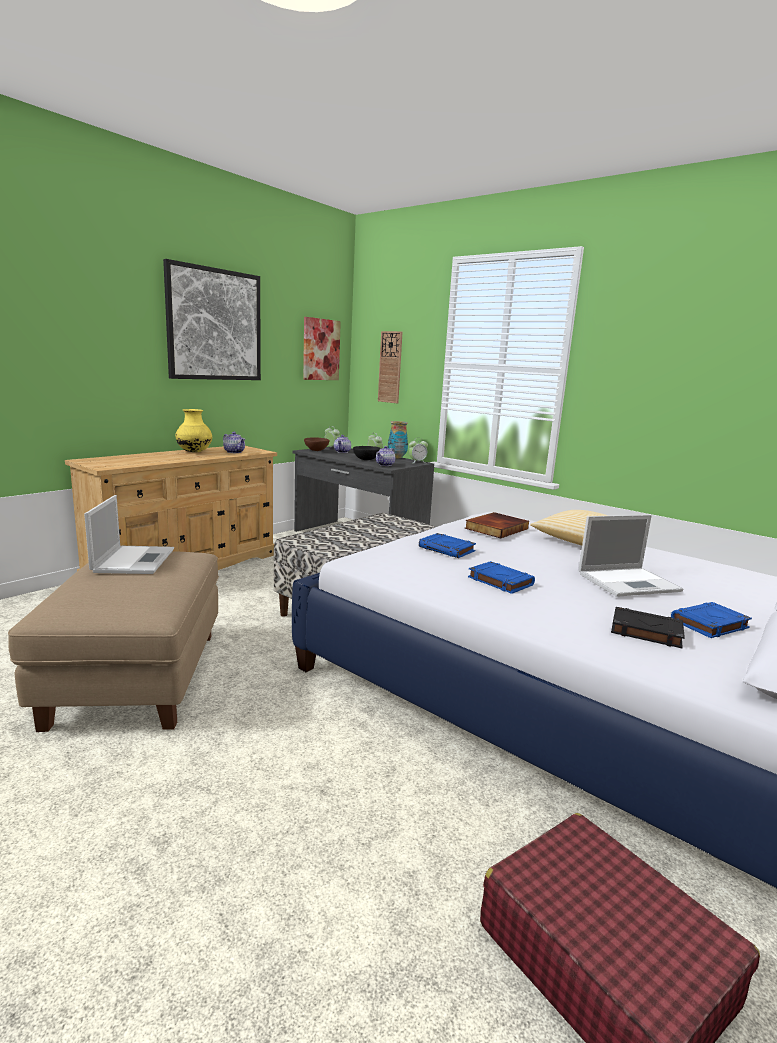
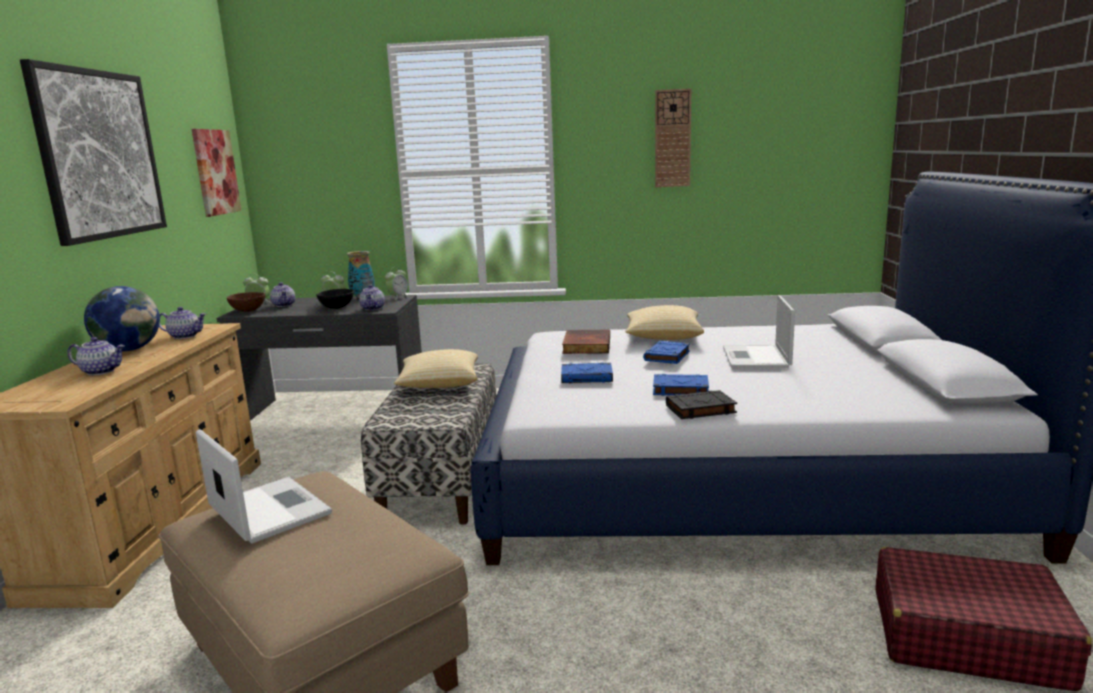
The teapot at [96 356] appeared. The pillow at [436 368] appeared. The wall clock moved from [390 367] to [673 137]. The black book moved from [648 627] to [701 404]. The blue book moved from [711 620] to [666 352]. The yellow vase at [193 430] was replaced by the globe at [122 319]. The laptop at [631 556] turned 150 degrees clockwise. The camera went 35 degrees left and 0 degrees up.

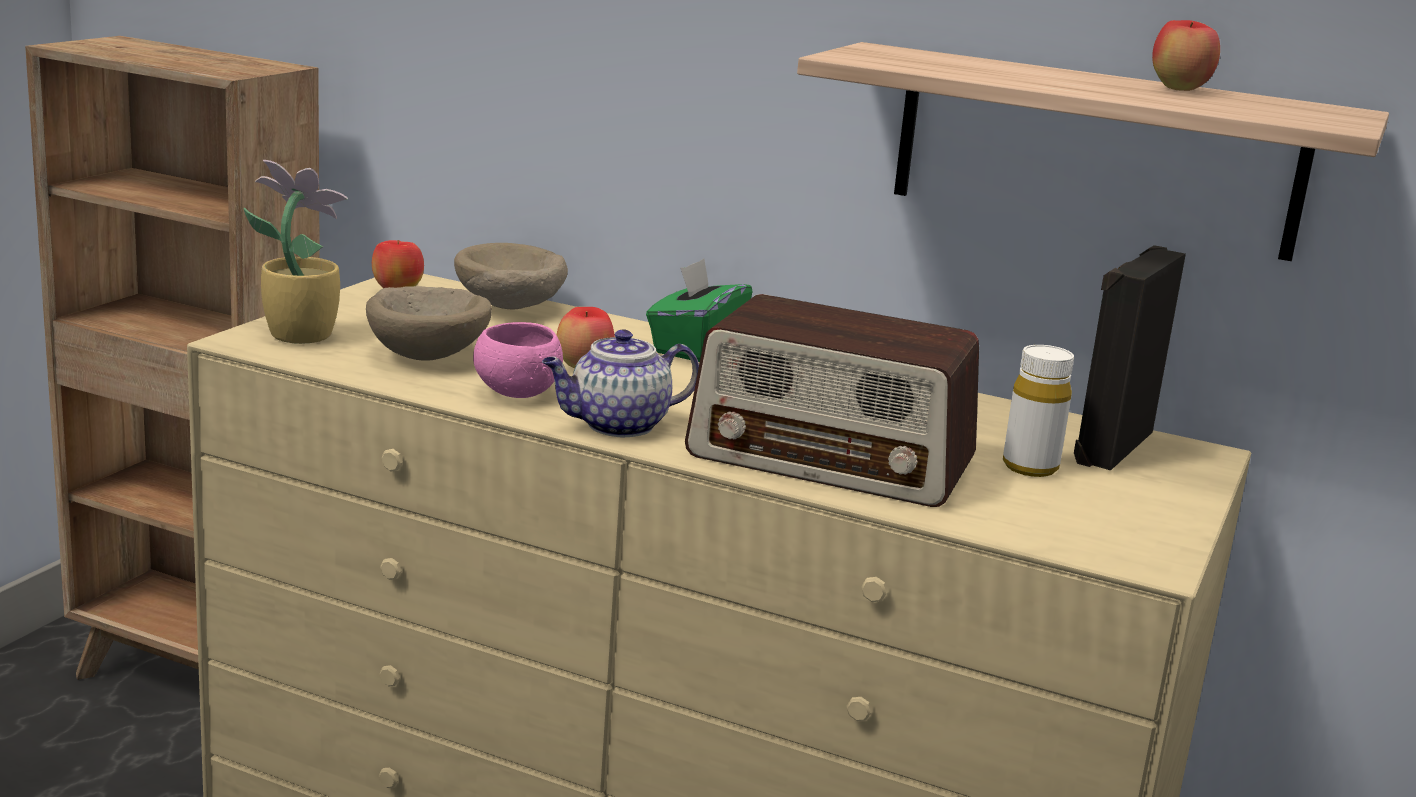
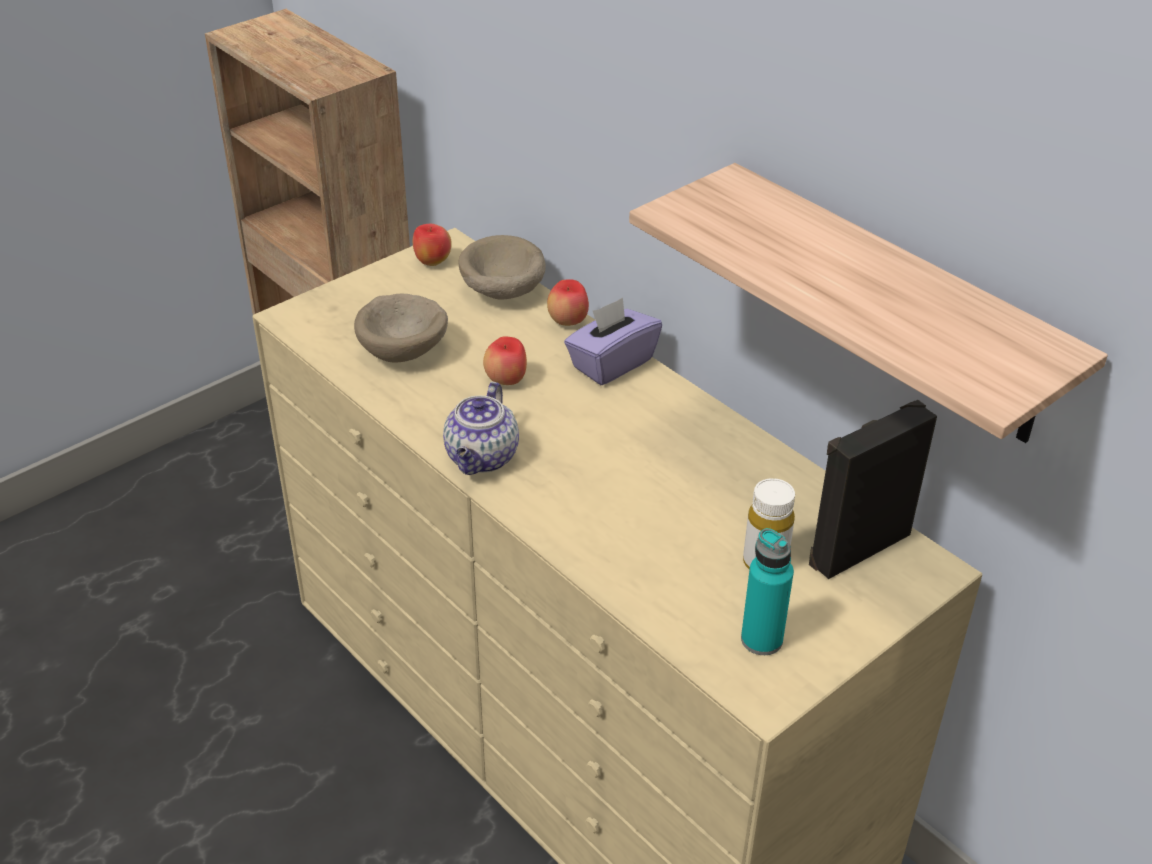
The potted plant at [295 252] disappeared. The pink bowl at [518 360] disappeared. The radio at [832 400] disappeared. The turquoise bottle at [767 591] appeared. The apple moved from [1186 55] to [568 303]. The green tissue box at [699 310] became the purple tissue box at [613 341]. The teapot at [620 383] turned 75 degrees counterclockwise. The camera went 25 degrees right and 20 degrees up.

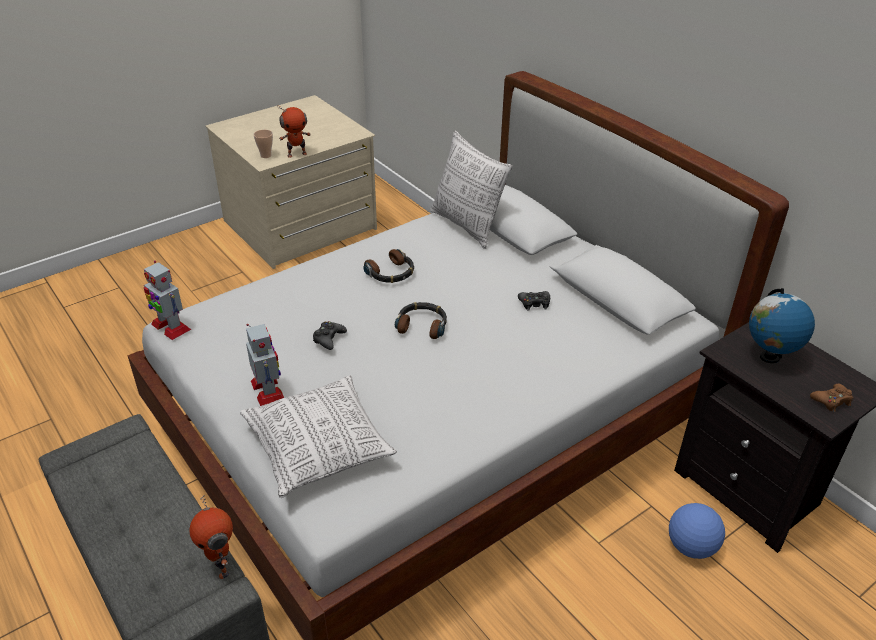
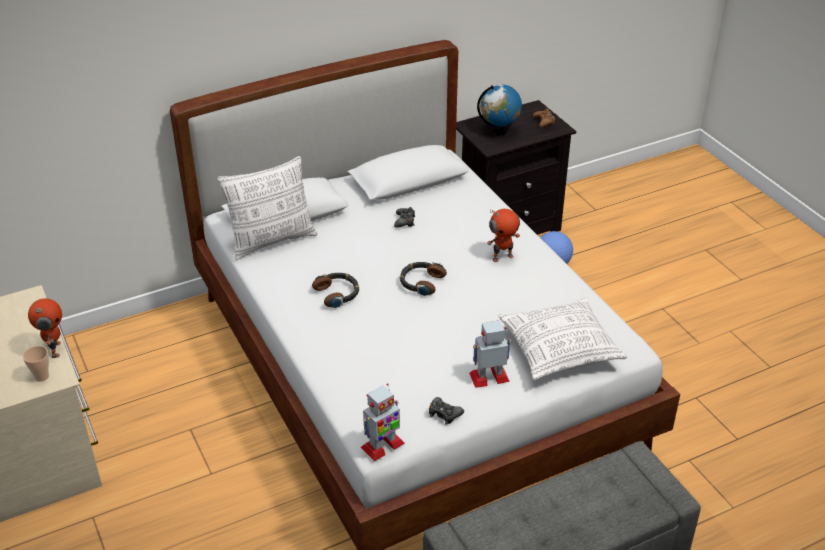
The toy robot moved from [211 537] to [503 235]. The black game controller moved from [330 335] to [446 411]. The camera went 80 degrees left and 0 degrees up.

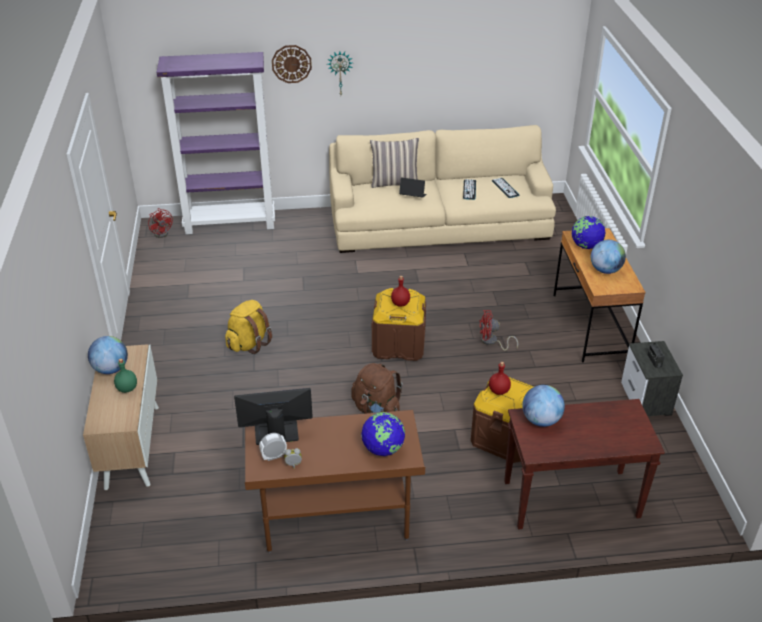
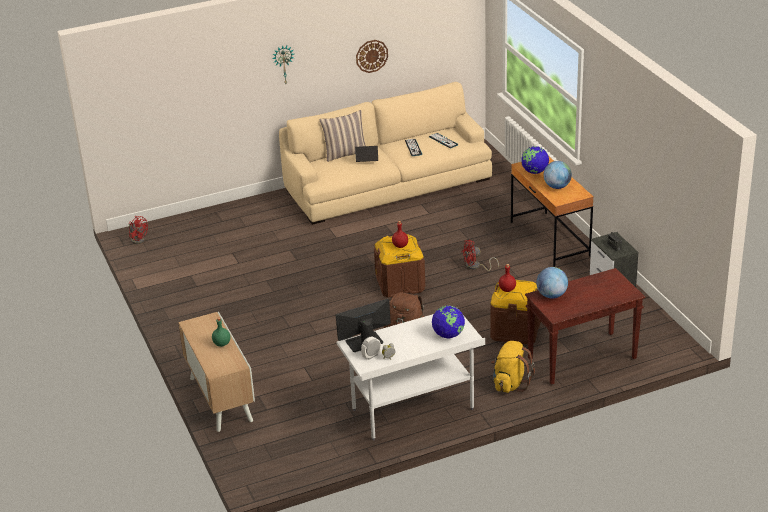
The globe at [108 355] disappeared. The purple bookcase at [216 143] disappeared. The yellow backpack moved from [248 327] to [513 367]. The wall clock moved from [292 64] to [372 56]. The brown desk at [335 481] became the white desk at [411 377]. The camera went 15 degrees left and 5 degrees down.

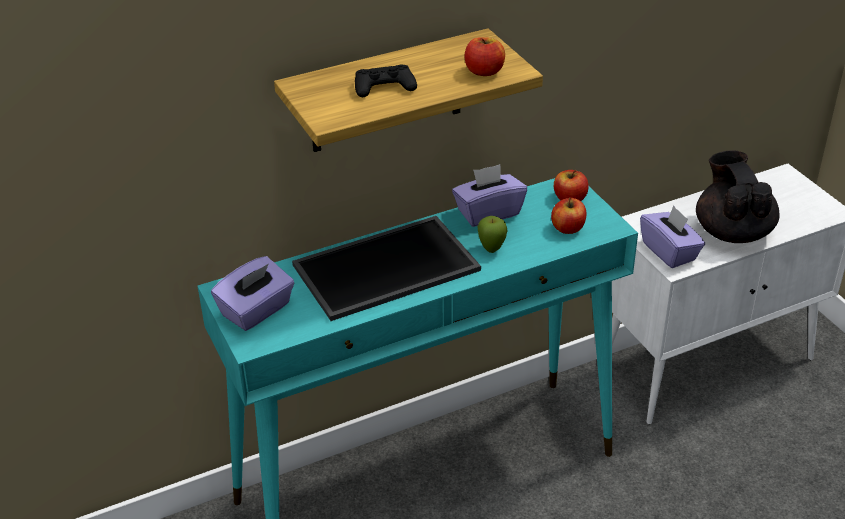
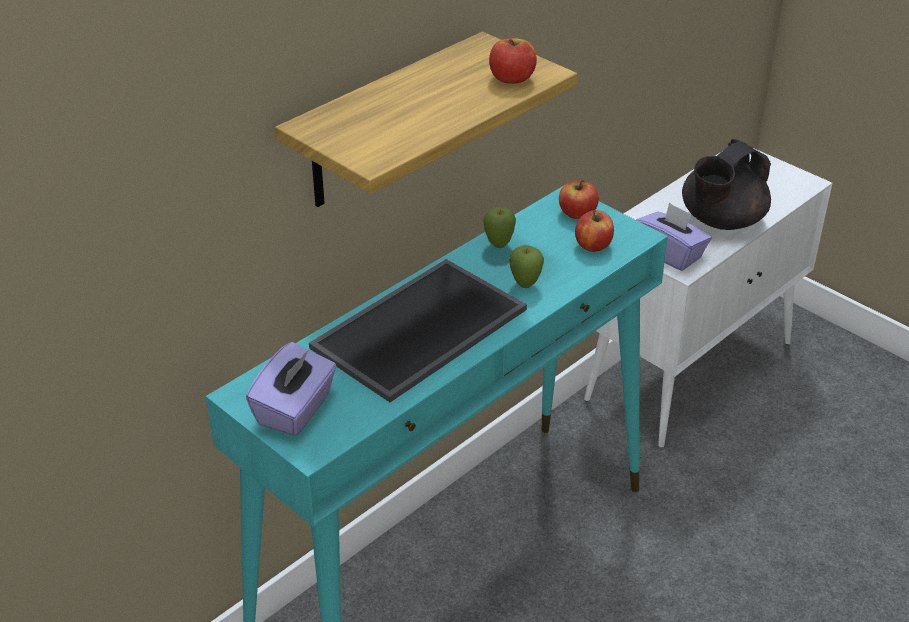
The black game controller at [386 80] disappeared. The purple tissue box at [489 195] was replaced by the apple at [500 227]. The black teapot at [738 196] turned 105 degrees counterclockwise. The camera went 20 degrees left and 0 degrees up.

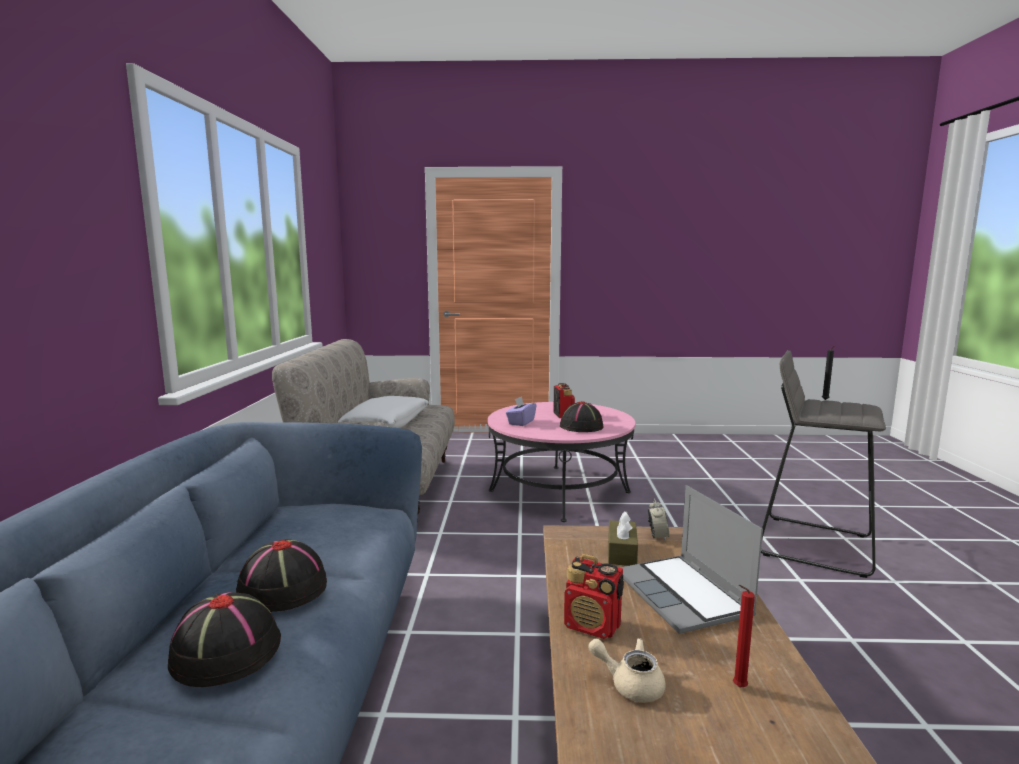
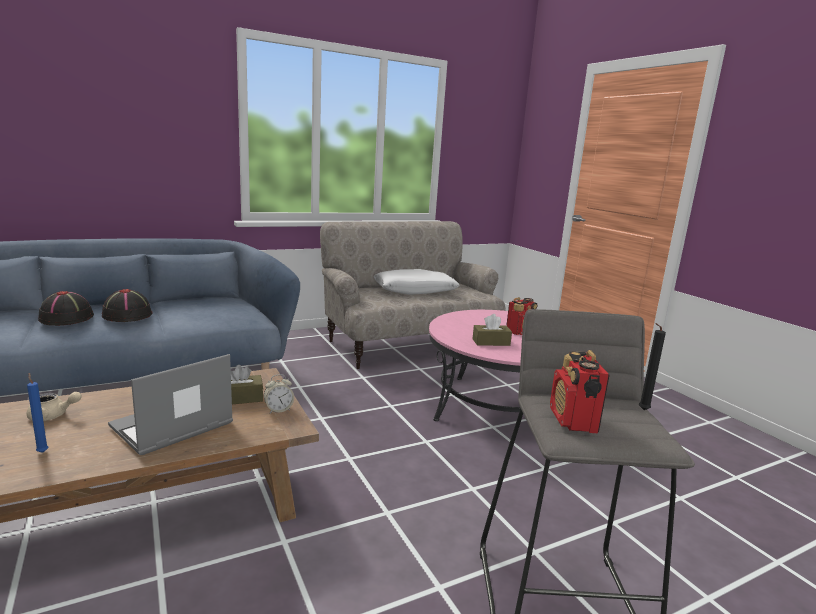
The purple tissue box at [521 411] disappeared. The radio moved from [594 596] to [580 391]. The black hat at [581 416] was replaced by the brown tissue box at [492 330]. The red candle at [744 636] became the blue candle at [37 413]. The beige teapot at [627 670] turned 90 degrees clockwise. The camera went 60 degrees right and 5 degrees up.

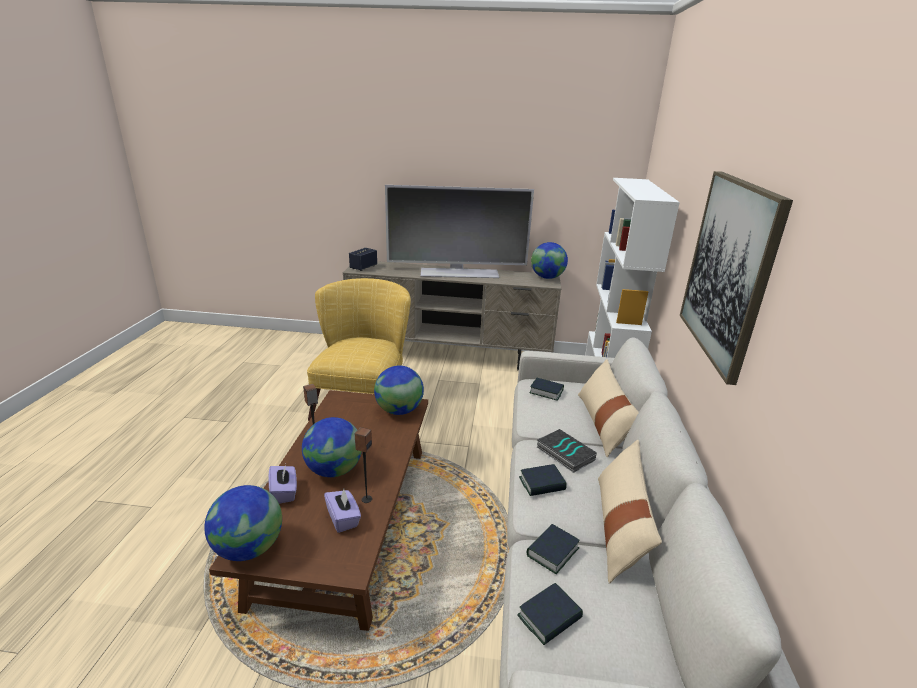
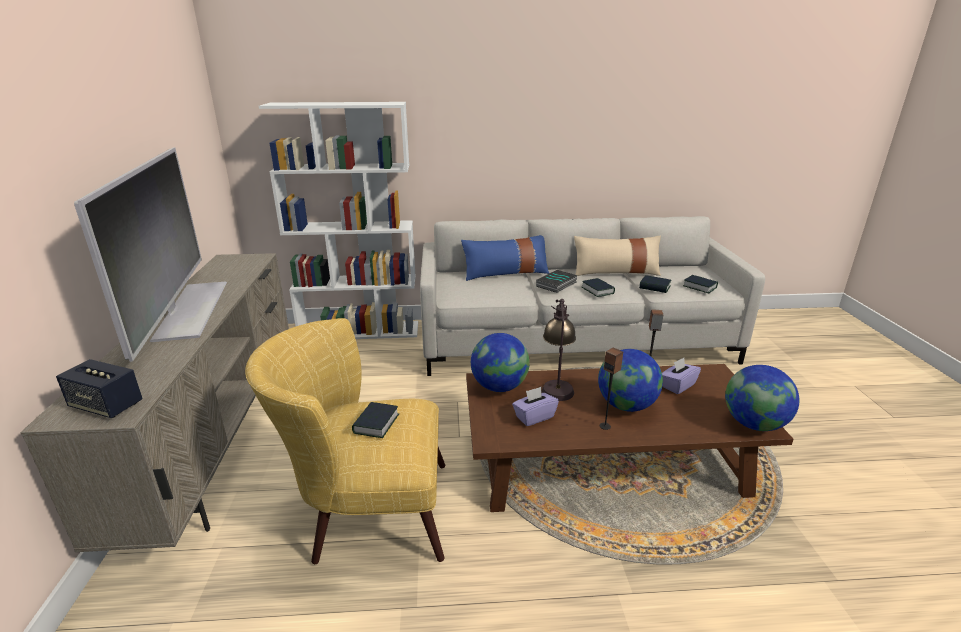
The globe at [549 260] disappeared. The picture at [736 278] disappeared. The table lamp at [559 350] appeared. The purple tissue box moved from [283 484] to [535 406]. The book moved from [546 389] to [375 420]. The beige pillow at [608 408] became the blue pillow at [505 258]. The camera went 100 degrees left and 0 degrees up.

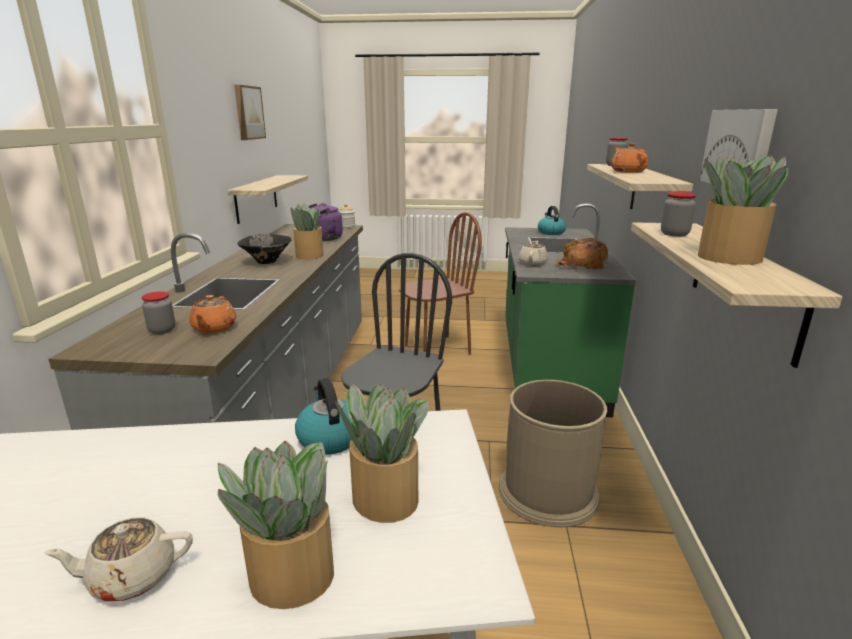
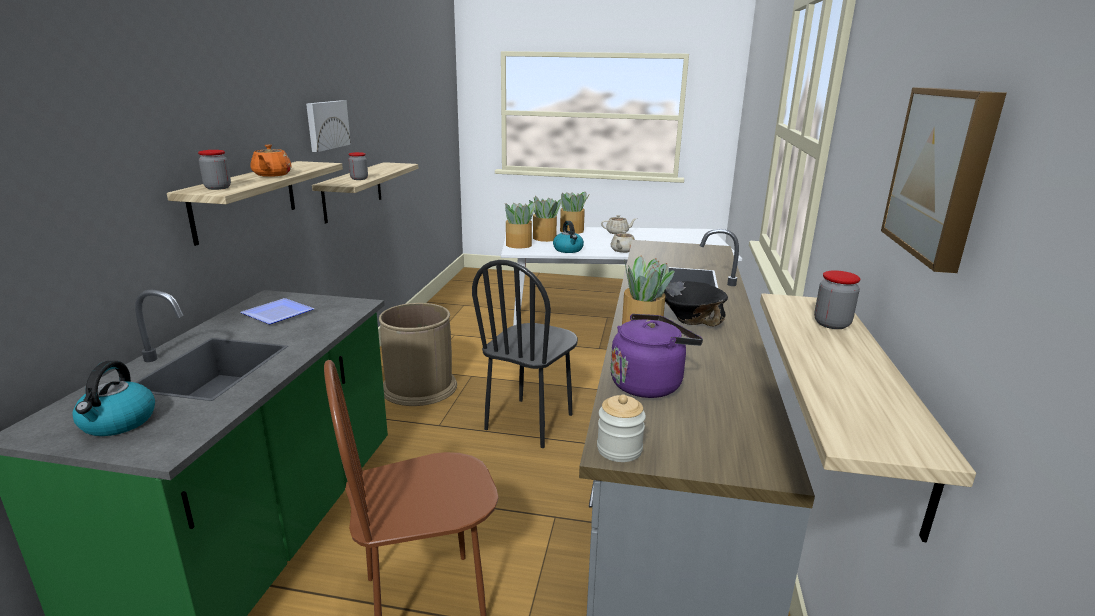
The orange teapot at [213 314] disappeared. The jar moved from [158 312] to [837 299]. The beige teapot moved from [533 253] to [622 242]. The potted plant moved from [743 210] to [520 225]. The bread at [582 254] was replaced by the plate at [277 311]. The camera went 175 degrees left and 0 degrees up.

